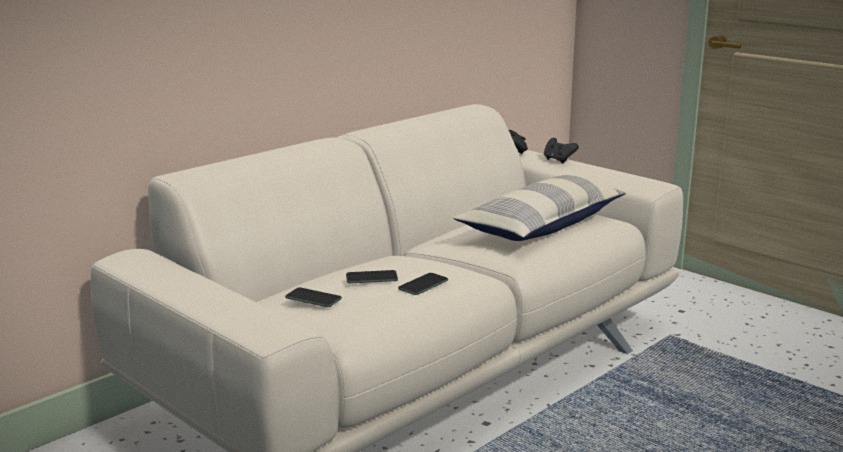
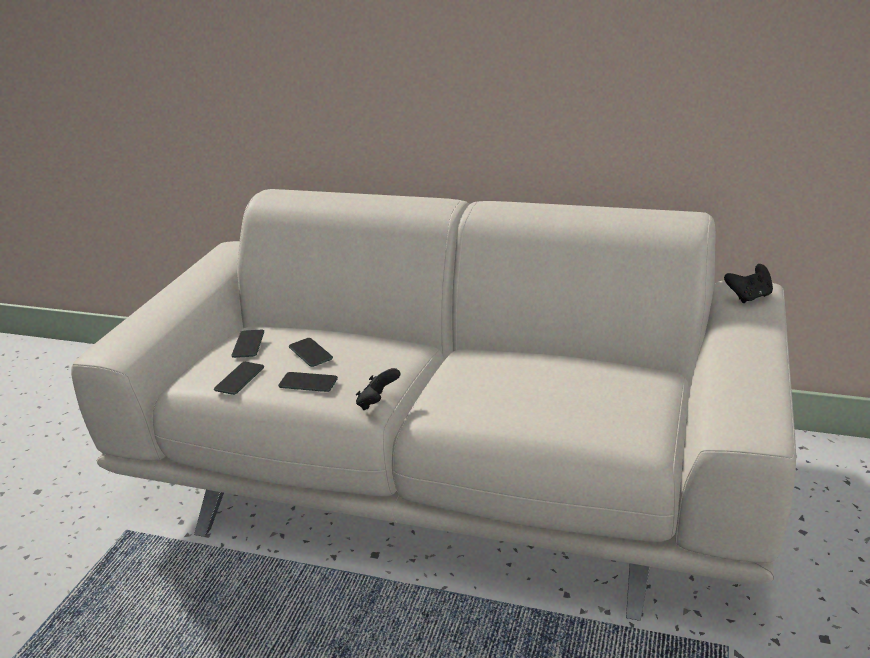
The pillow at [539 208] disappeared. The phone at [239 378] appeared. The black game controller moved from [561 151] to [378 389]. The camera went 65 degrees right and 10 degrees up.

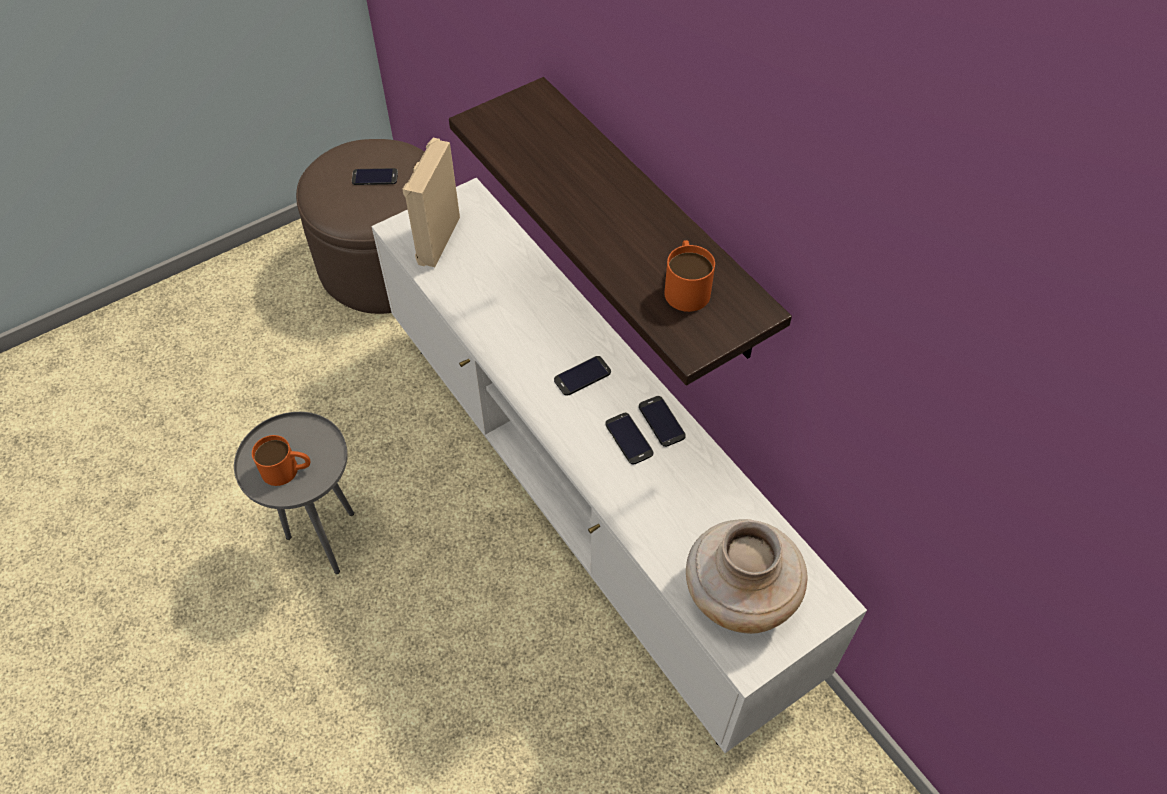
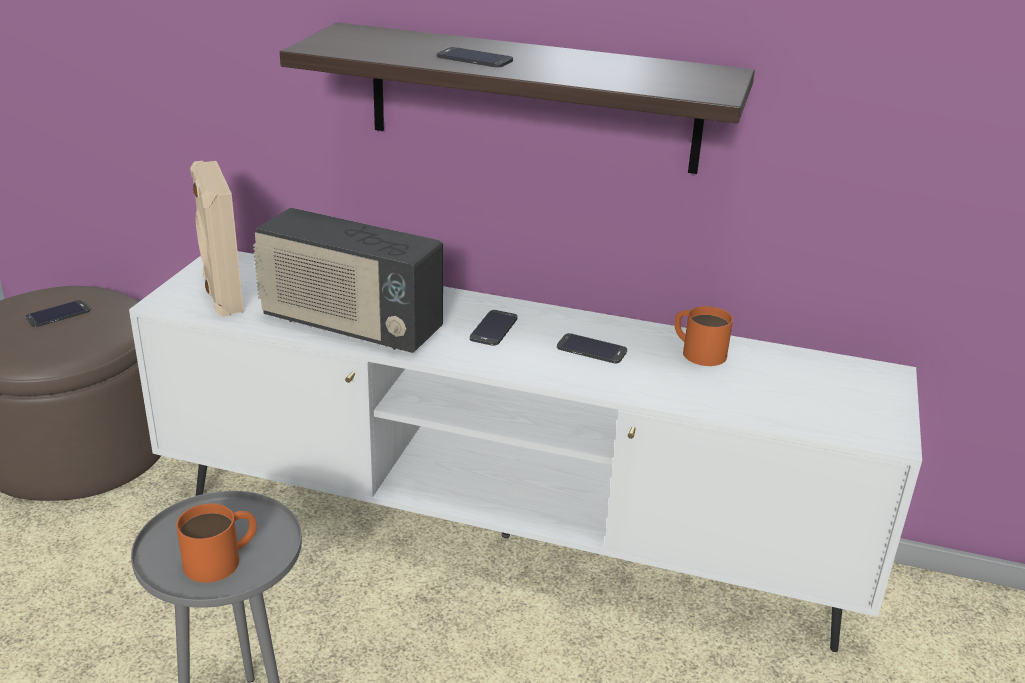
The beige vase at [747 576] disappeared. The radio at [348 280] appeared. The phone moved from [662 421] to [475 57]. The orange mug moved from [689 276] to [704 336]. The camera went 40 degrees left and 25 degrees down.

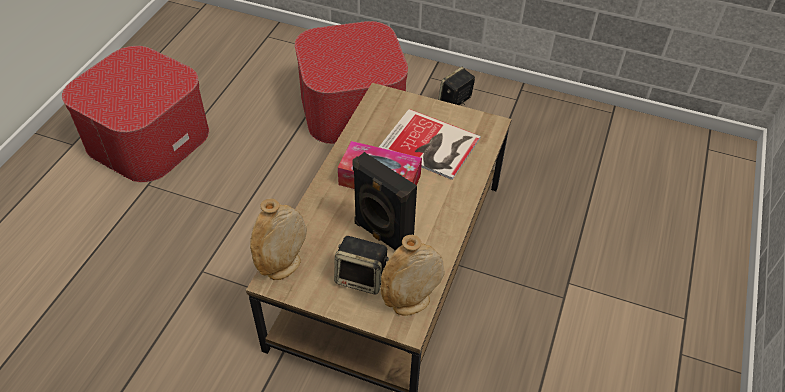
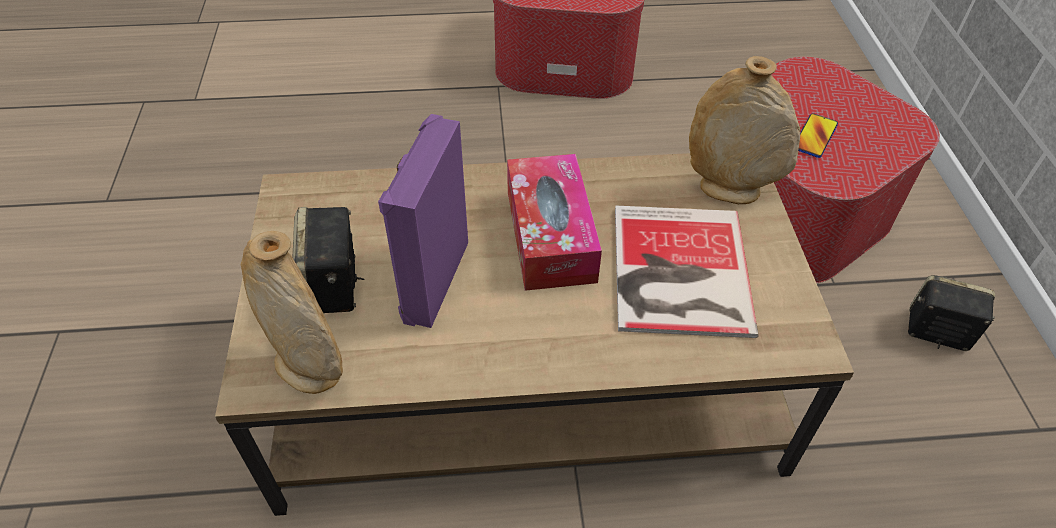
The phone at [818 135] appeared. The beige vase moved from [278 239] to [744 130]. The black speaker at [384 201] became the purple speaker at [423 221]. The camera went 65 degrees right and 0 degrees up.

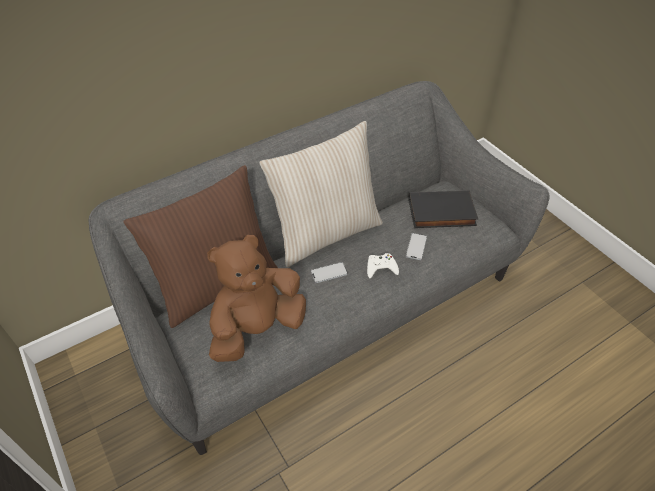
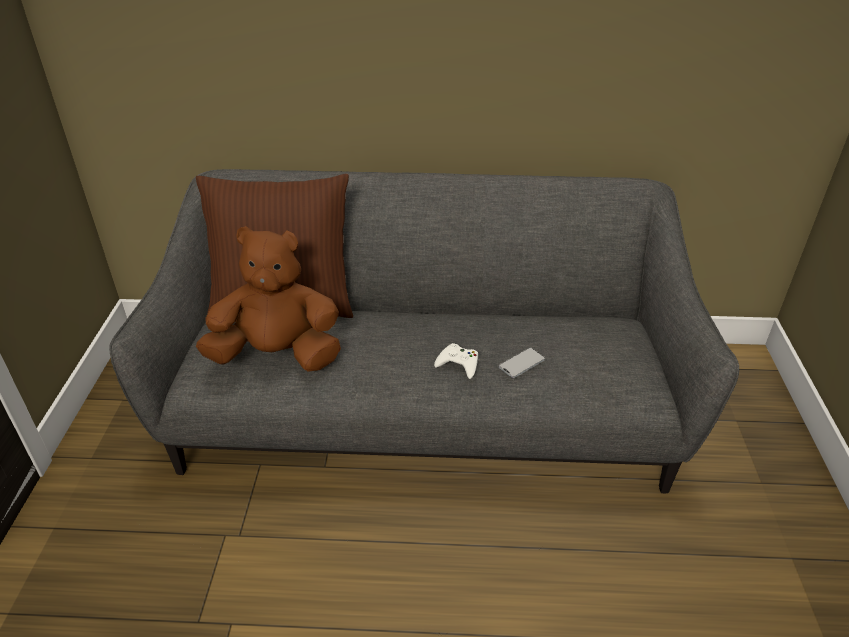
The beige pillow at [321 194] disappeared. The phone at [329 272] disappeared. The black book at [443 209] disappeared. The camera went 35 degrees right and 10 degrees down.

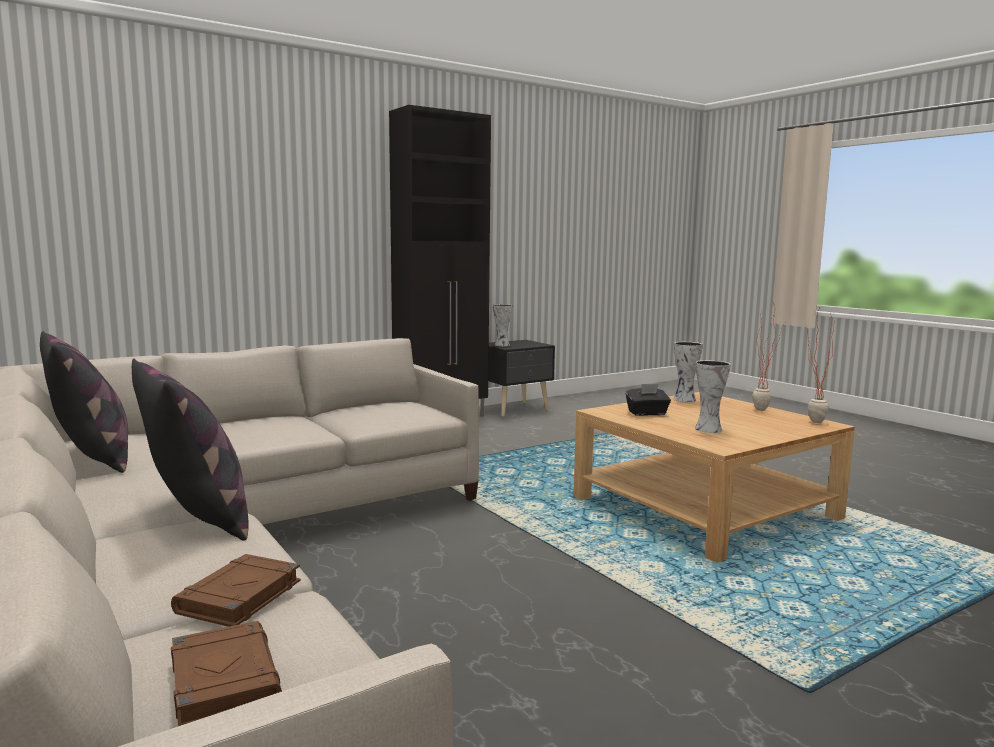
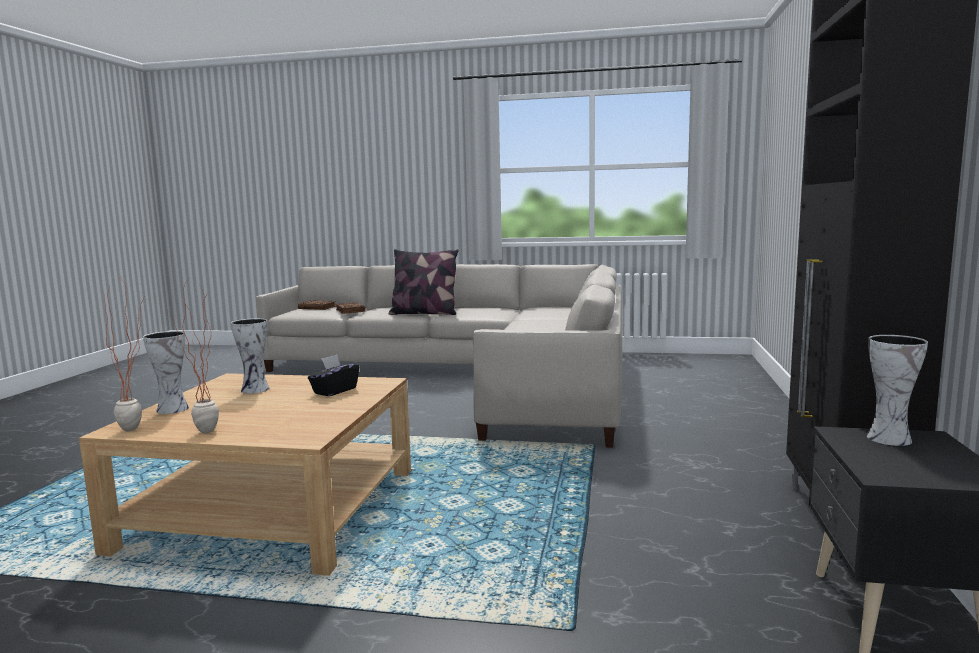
The pillow at [84 402] disappeared. The vase moved from [688 372] to [166 372]. The camera went 135 degrees right and 0 degrees up.

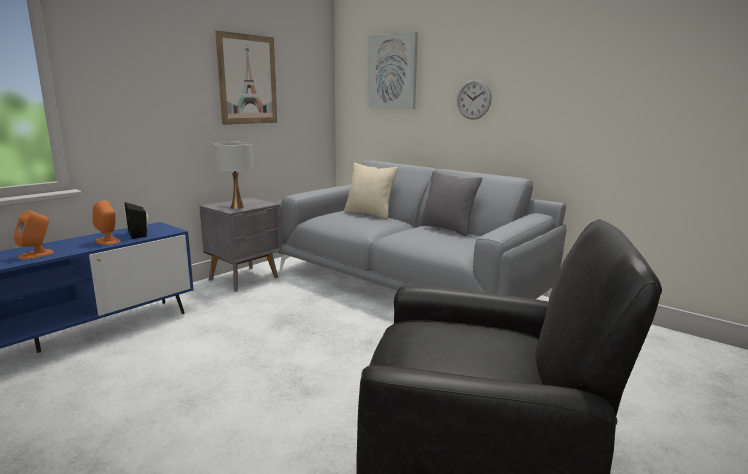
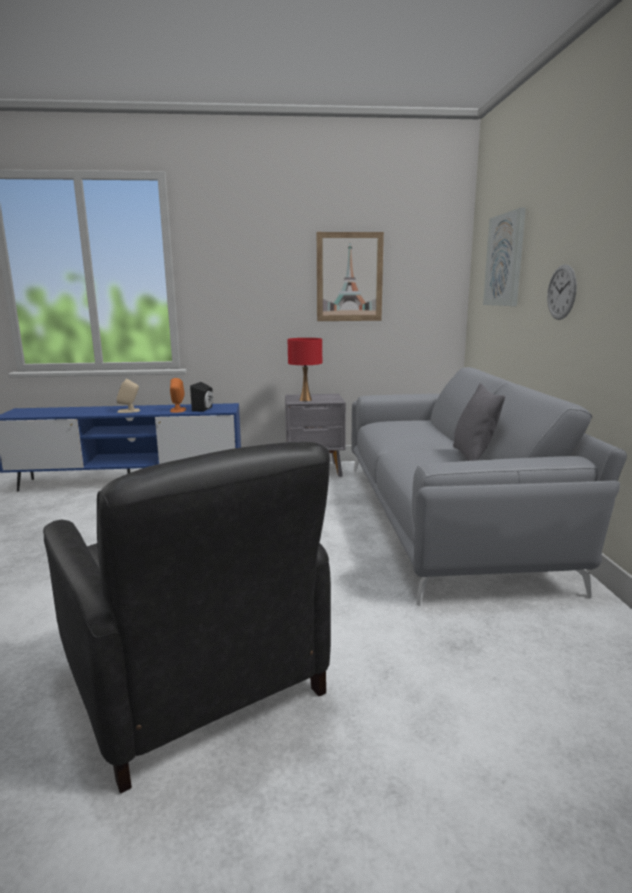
The beige pillow at [371 191] disappeared. The orange speaker at [34 235] became the beige speaker at [128 395]. The white table lamp at [233 175] became the red table lamp at [305 369]. The camera went 45 degrees right and 0 degrees up.

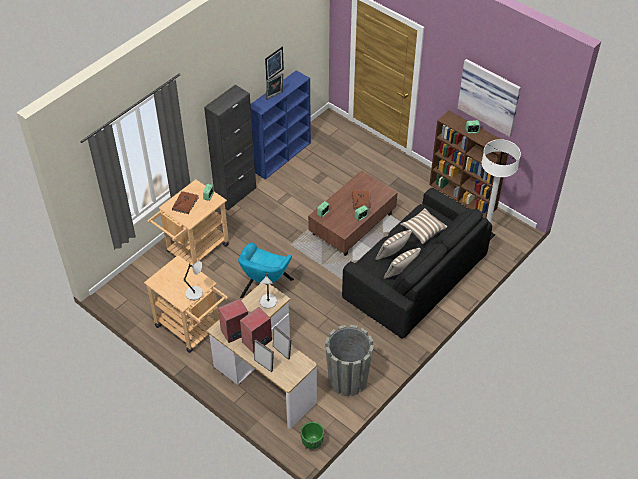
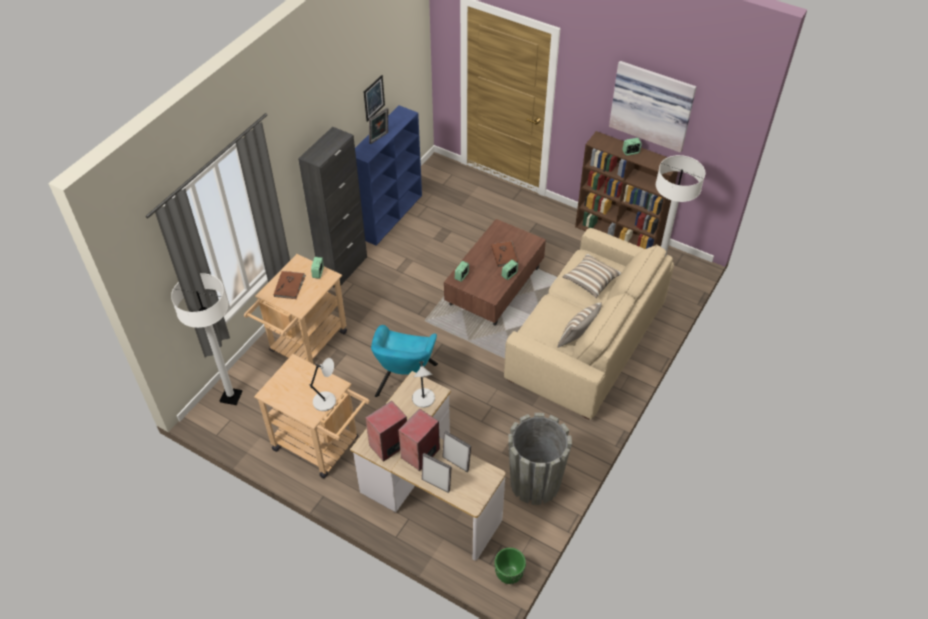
The pillow at [393 245] disappeared. The white floor lamp at [207 339] appeared. The black sofa at [417 263] became the beige sofa at [589 324]. The camera went 10 degrees left and 0 degrees up.

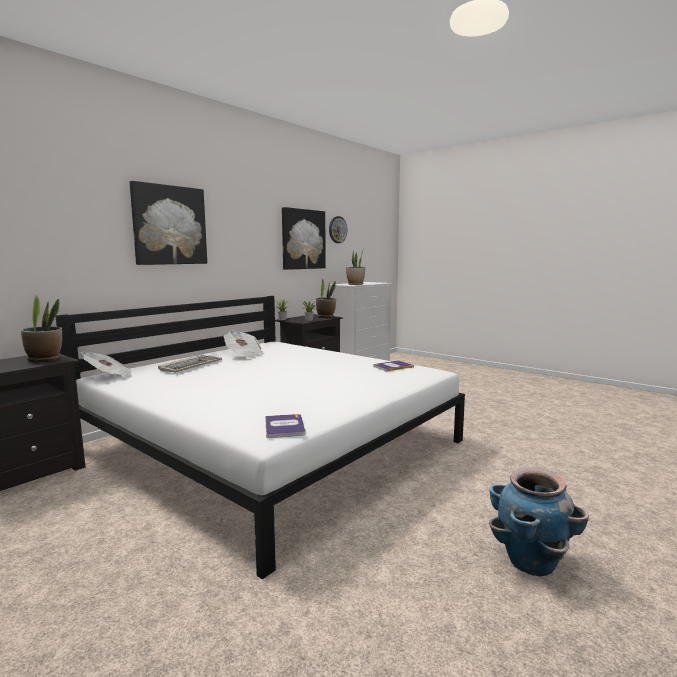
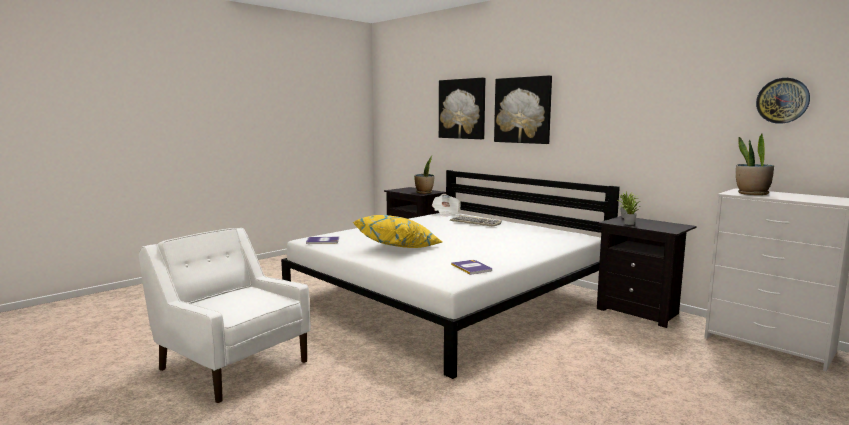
The newspaper at [243 344] disappeared. The potted plant at [326 298] disappeared. The yellow pillow at [397 231] appeared. The picture moved from [304 238] to [462 108]. The planter at [539 522] was replaced by the white armchair at [225 315]. The camera went 95 degrees right and 0 degrees up.

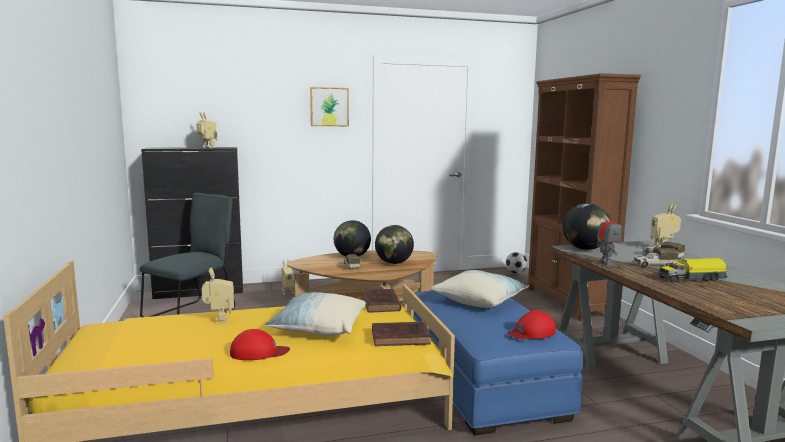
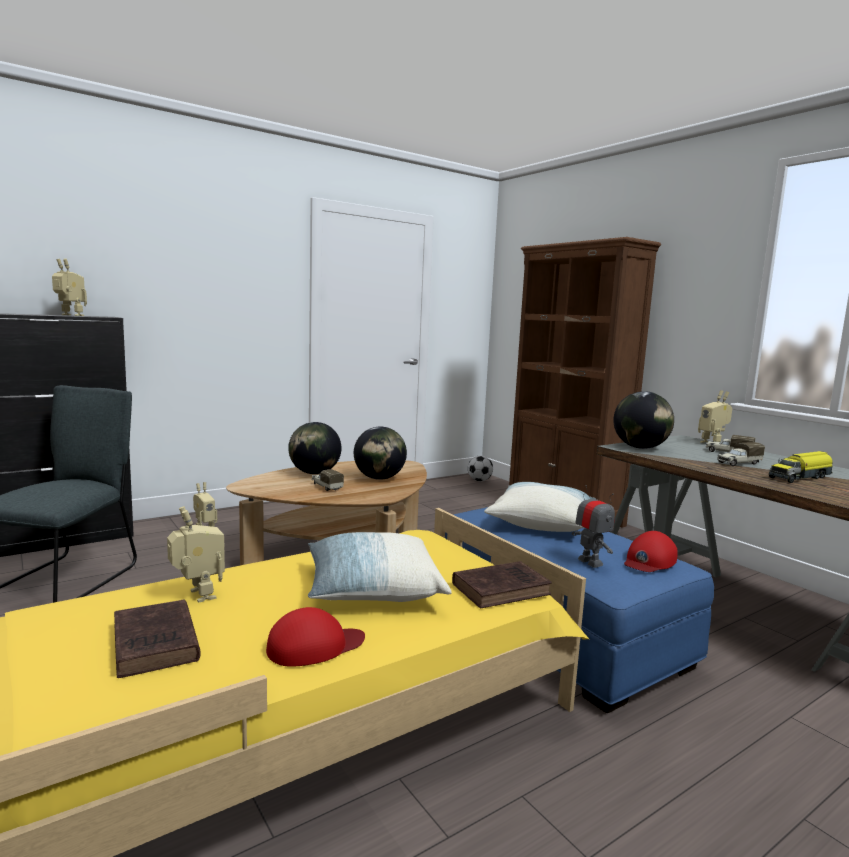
The picture at [329 106] disappeared. The brown book moved from [382 301] to [157 638]. The toy robot moved from [609 239] to [593 526]. The camera went 20 degrees left and 0 degrees up.

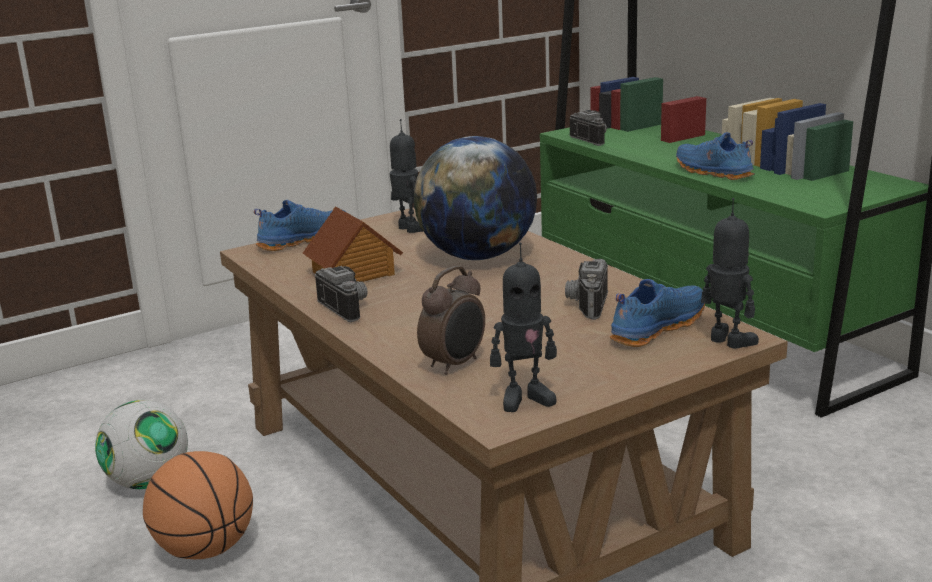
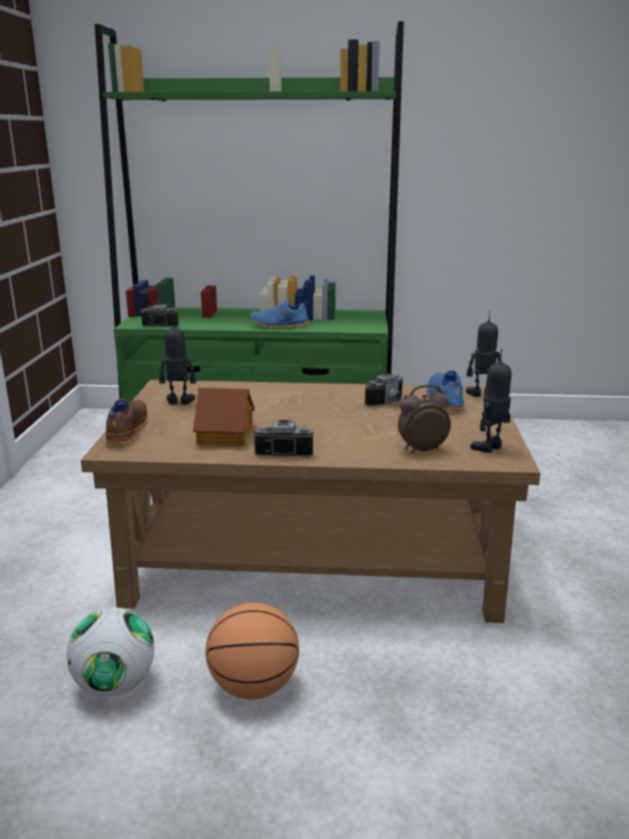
The globe at [475 198] disappeared. The blue shoe at [300 225] became the brown shoe at [126 422]. The alarm clock at [451 320] turned 90 degrees counterclockwise. The toy robot at [523 327] turned 150 degrees counterclockwise. The photo camera at [586 289] turned 90 degrees counterclockwise. The camera went 55 degrees left and 0 degrees up.

